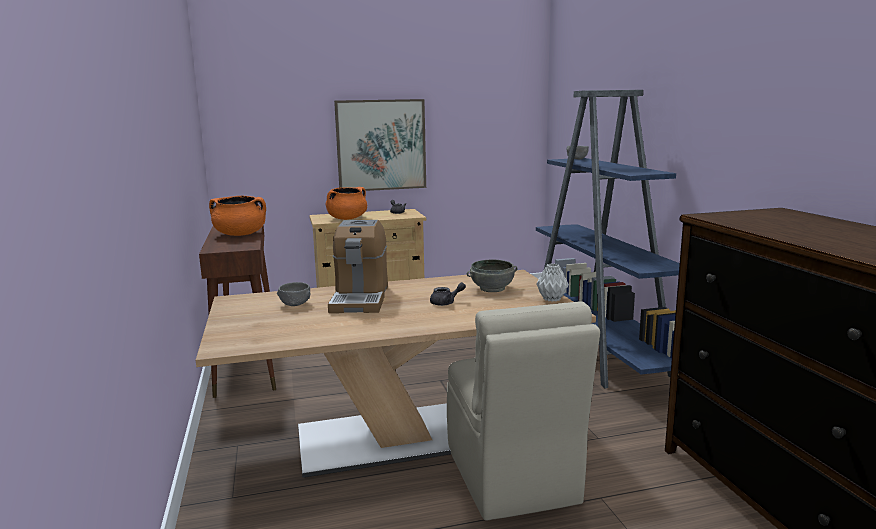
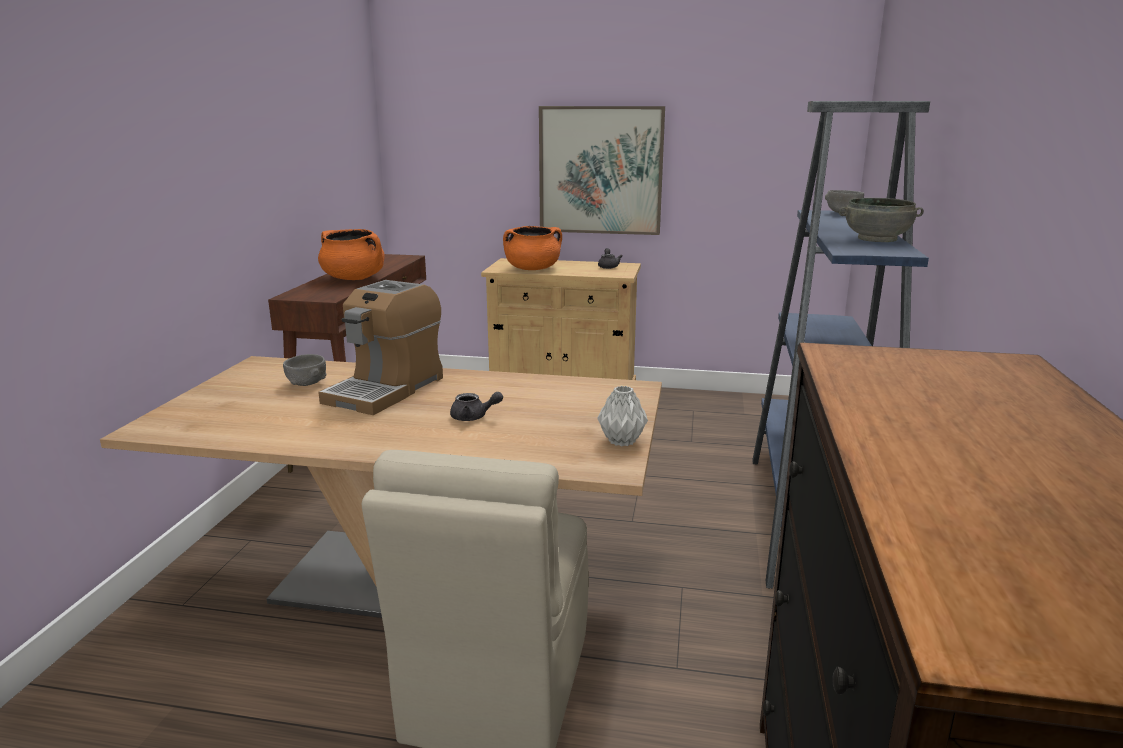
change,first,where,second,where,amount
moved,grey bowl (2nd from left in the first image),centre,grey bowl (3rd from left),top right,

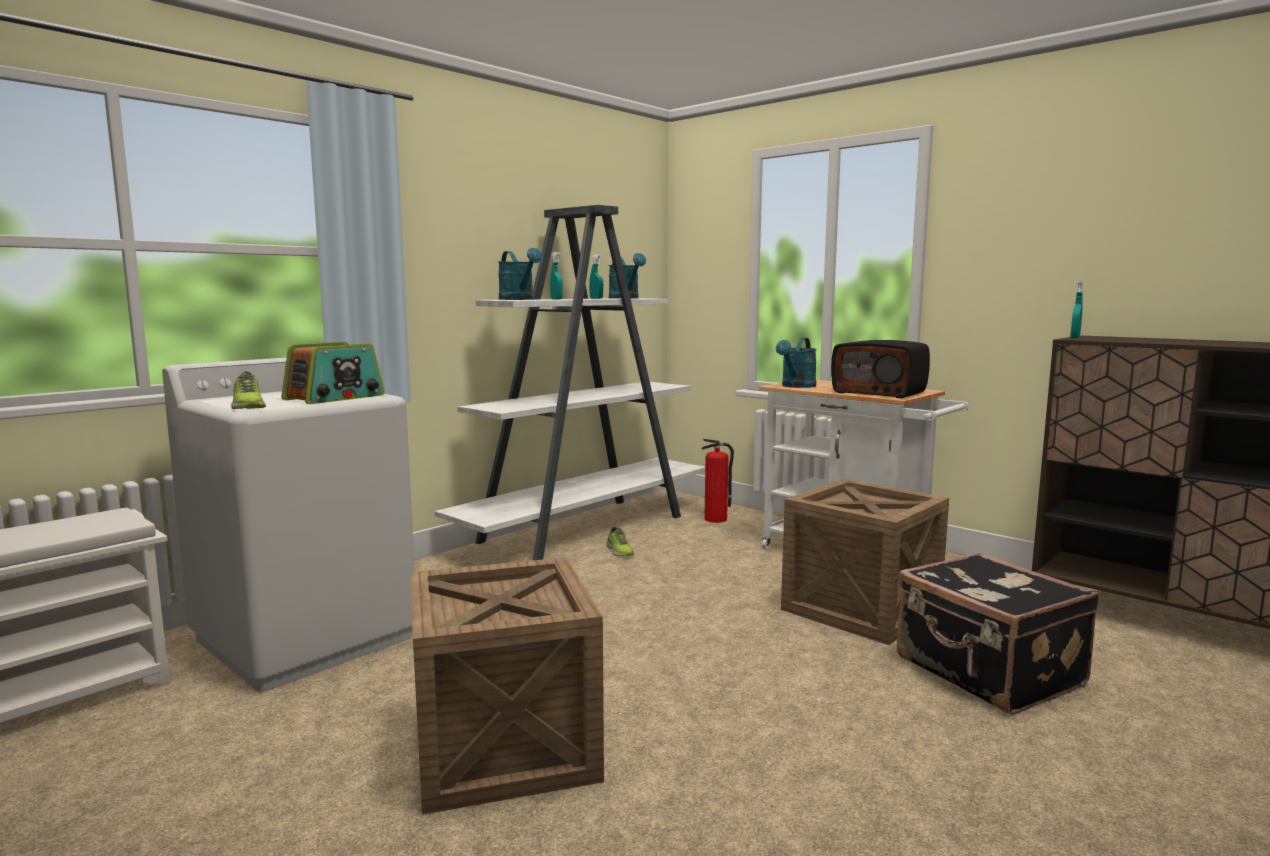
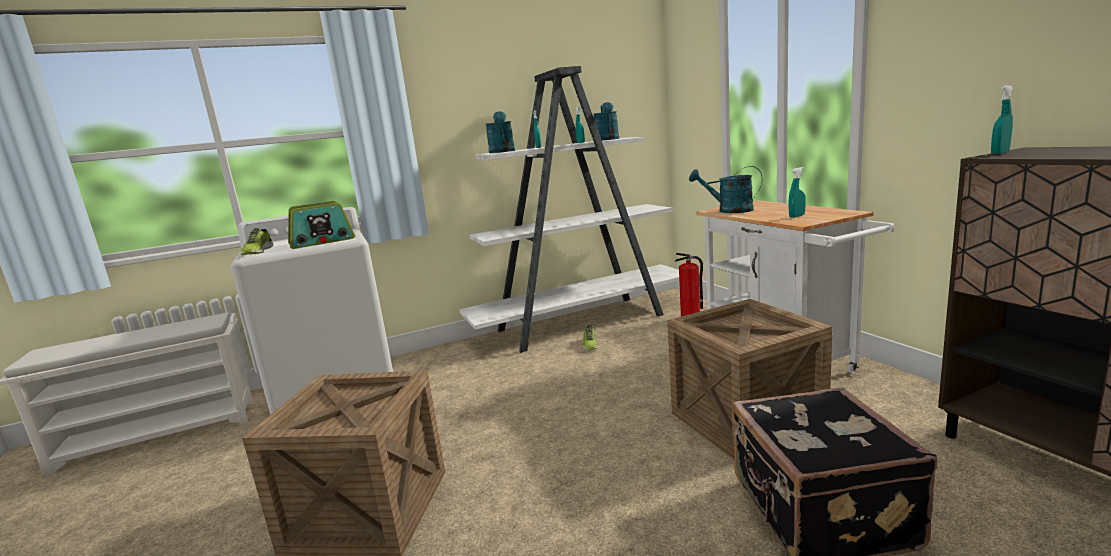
change,first,where,second,where,amount
turned,turquoise watering can (3rd from left),centre,,centre,60 degrees clockwise
replaced,radio (2nd from left),middle right,turquoise spray bottle (3rd from left),middle right,

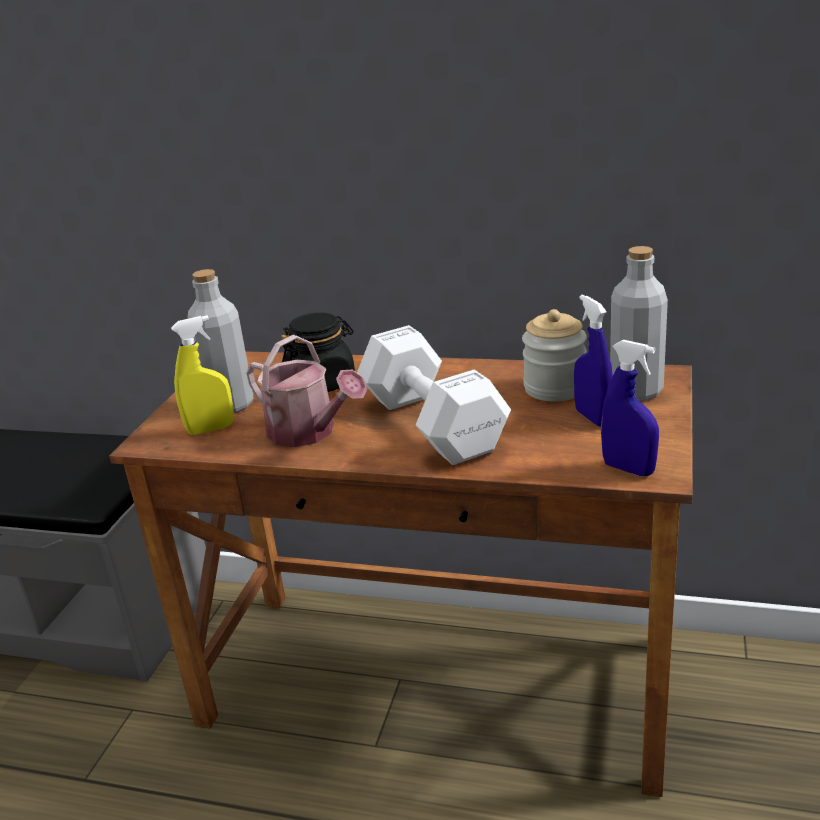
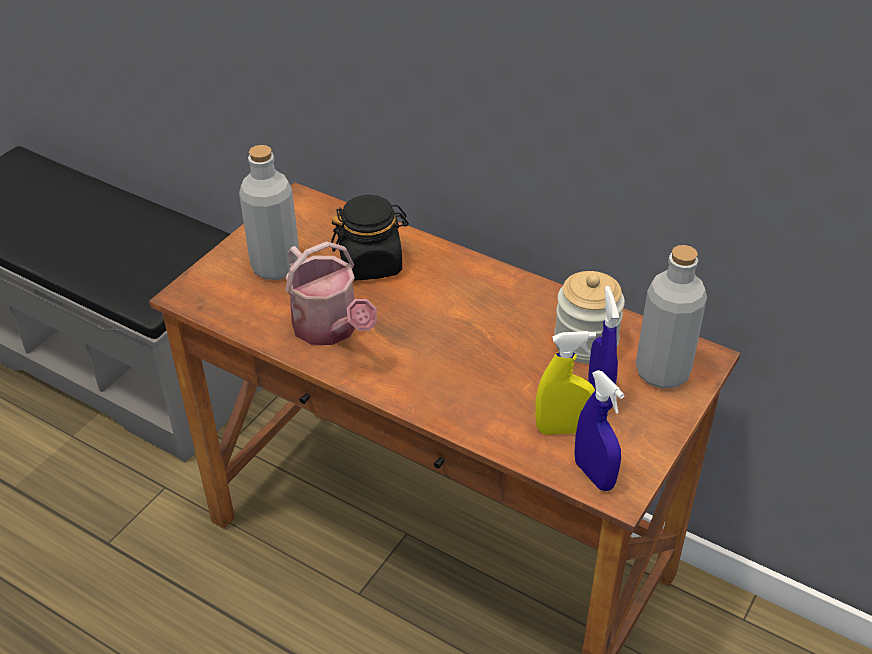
change,first,where,second,where,amount
moved,yellow spray bottle,middle left,,centre,
removed,white dumbbell,centre,,,

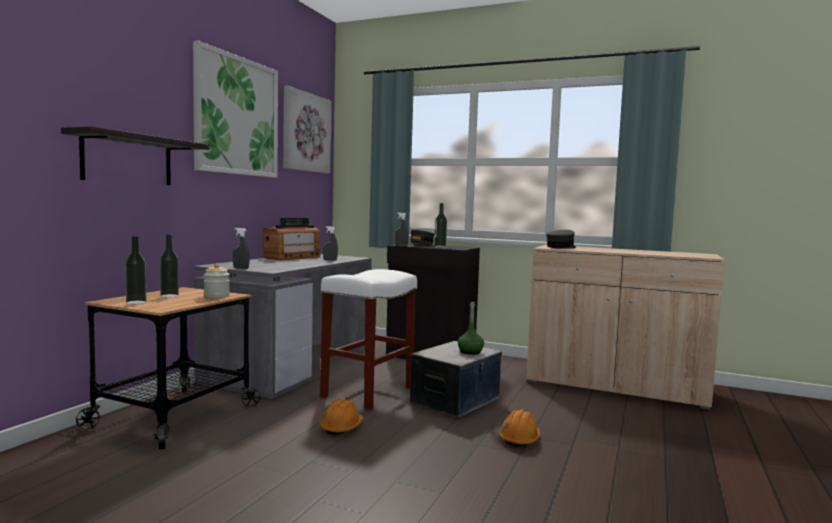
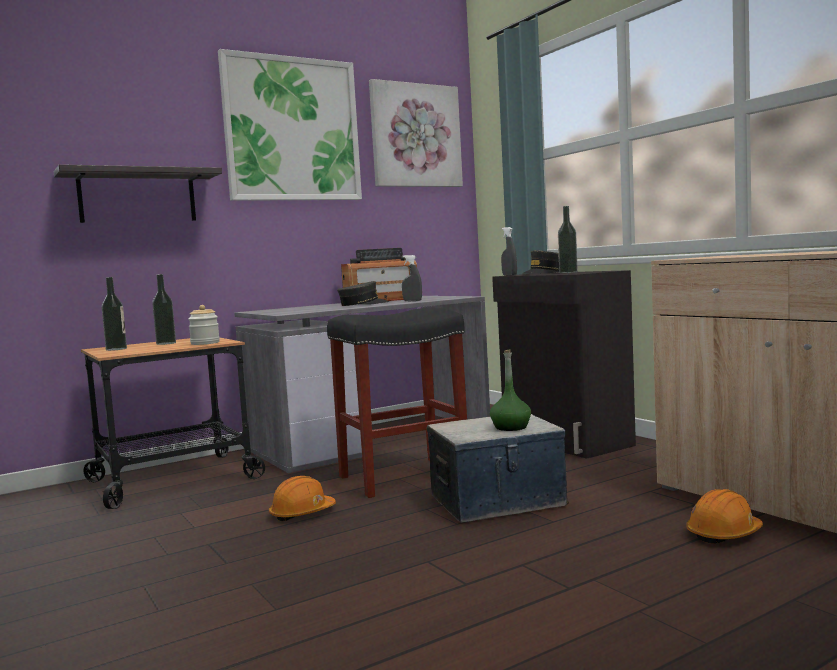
change,first,where,second,where,amount
removed,grey spray bottle (1st from left),middle left,,,
moved,grey cap (2nd from left in the first image),middle right,grey cap (1st from left),centre,
recoloured,white stool,centre,black stool,centre,
moved,orange hard hat (2nd from left),bottom centre,,bottom right,

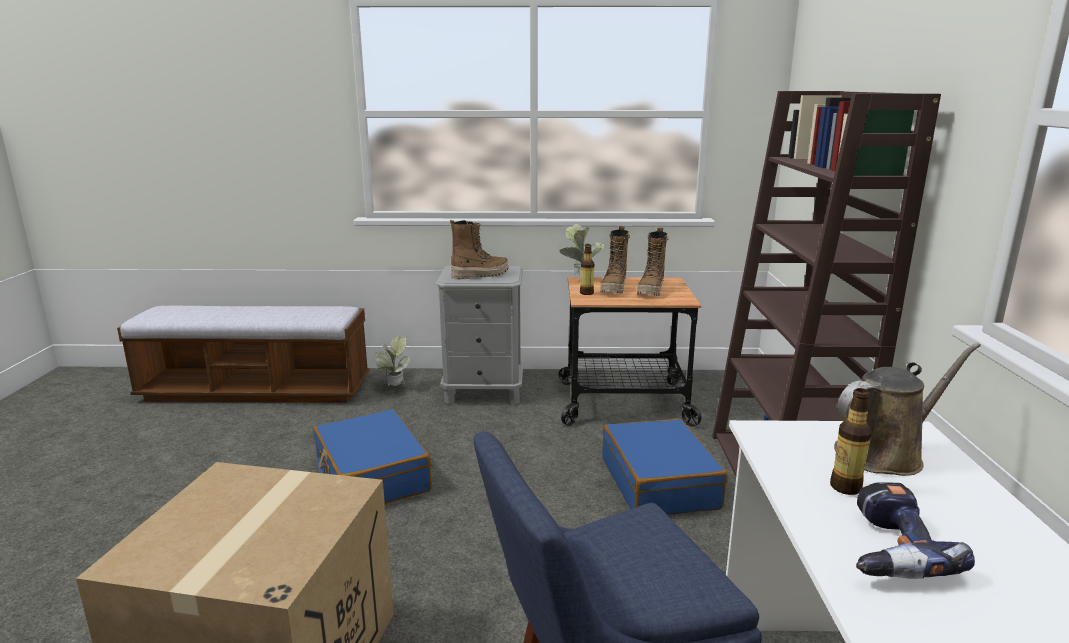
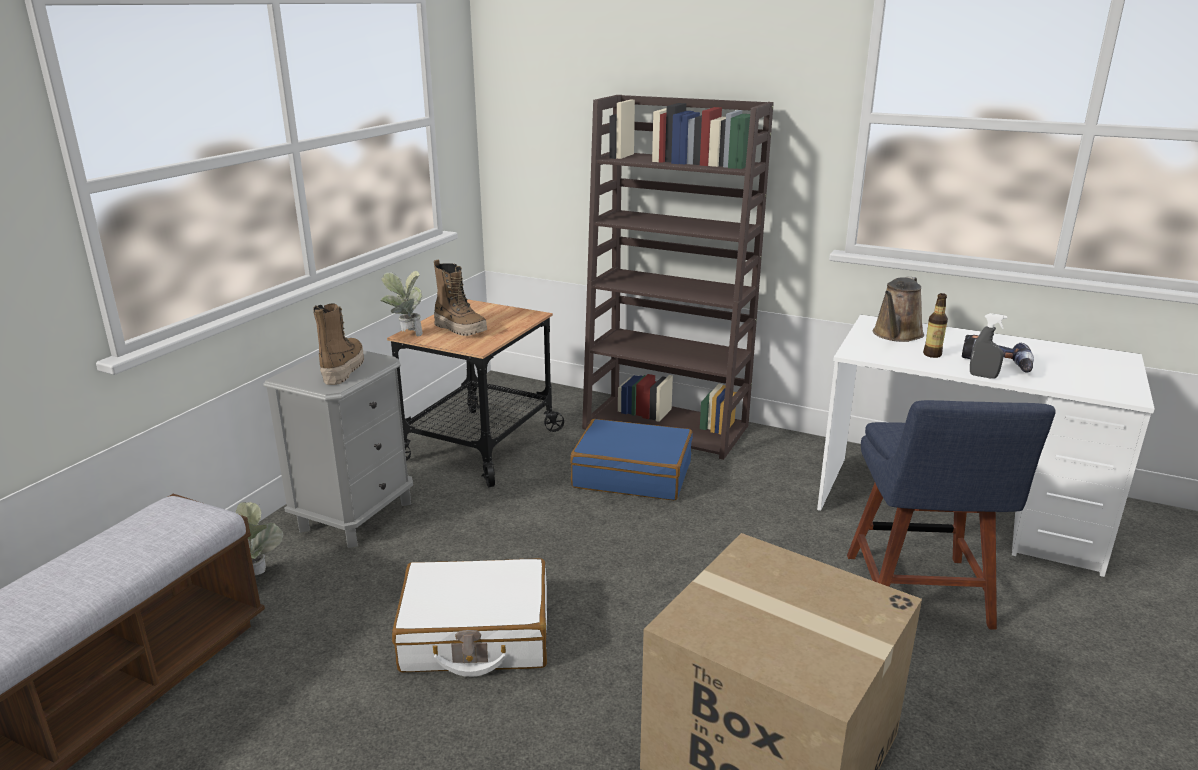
change,first,where,second,where,amount
removed,boot (3rd from left),centre,,,
removed,bottle (1st from left),centre,,,
turned,brown watering can,middle right,,middle right,150 degrees counterclockwise
recoloured,blue suitcase (1st from left),bottom centre,white suitcase,bottom centre,
added,,,grey spray bottle,middle right,

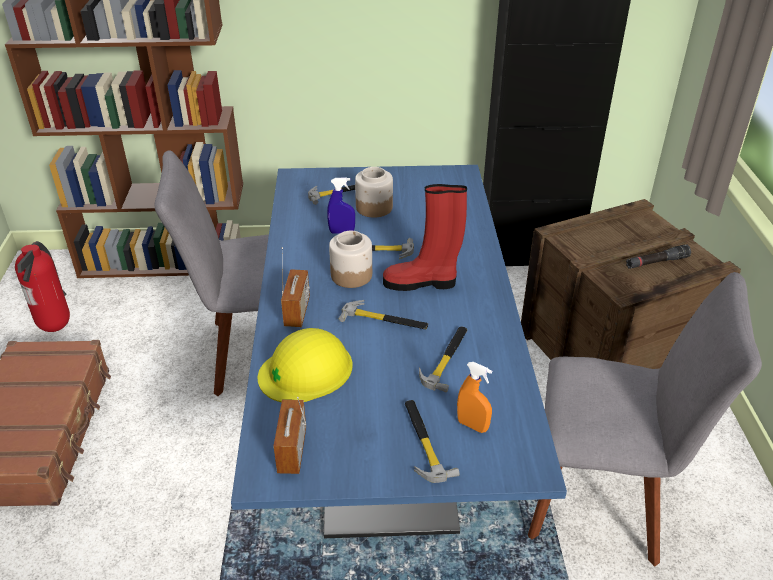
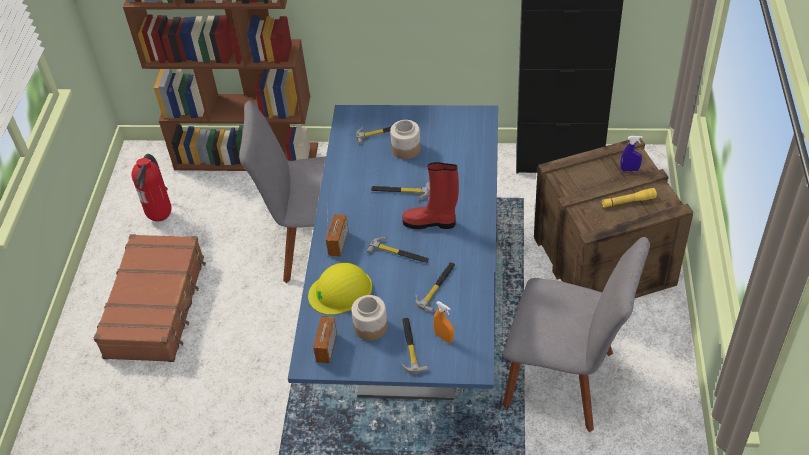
change,first,where,second,where,amount
moved,blue spray bottle,centre,,middle right,
moved,jar (1st from left),centre,,bottom centre,
recoloured,black flashlight,middle right,yellow flashlight,middle right,

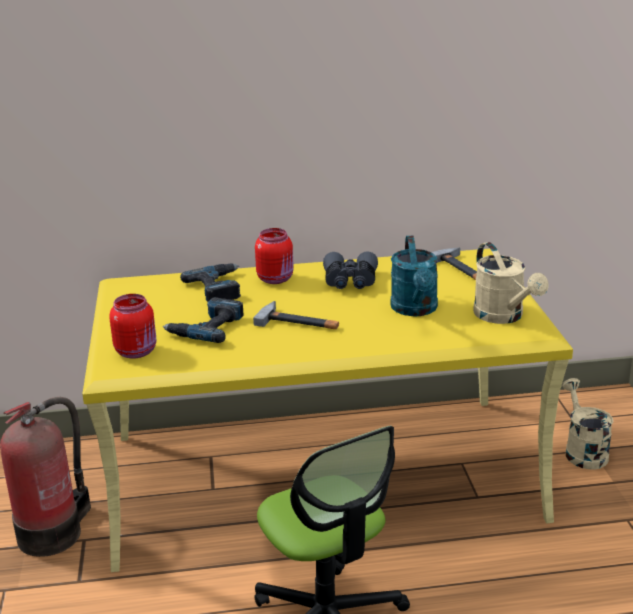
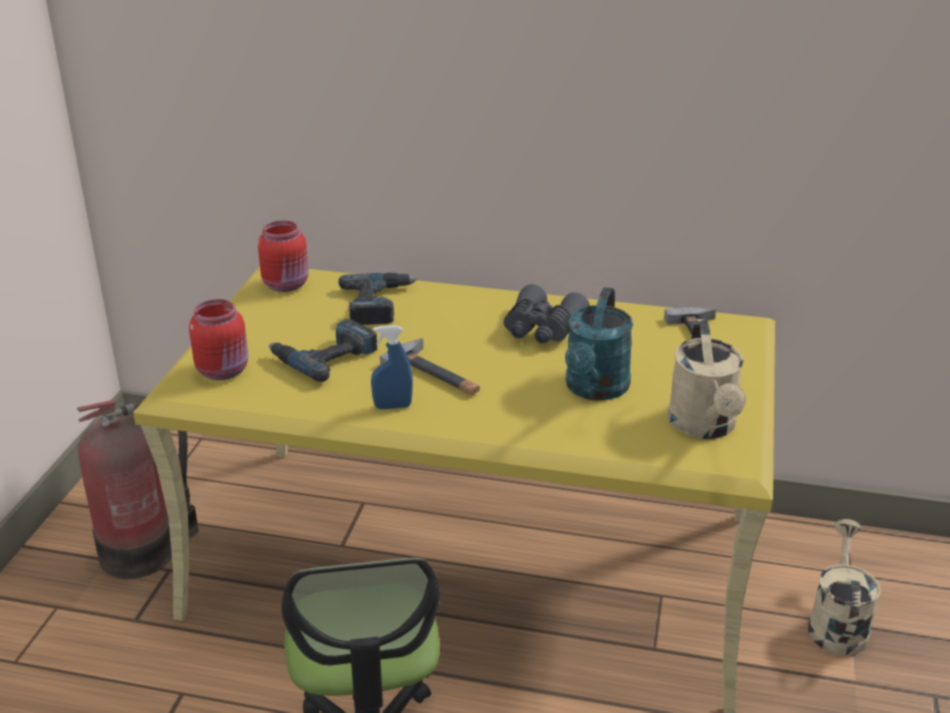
change,first,where,second,where,amount
moved,red jar (2nd from left),centre,,middle left,
added,,,blue spray bottle,centre,

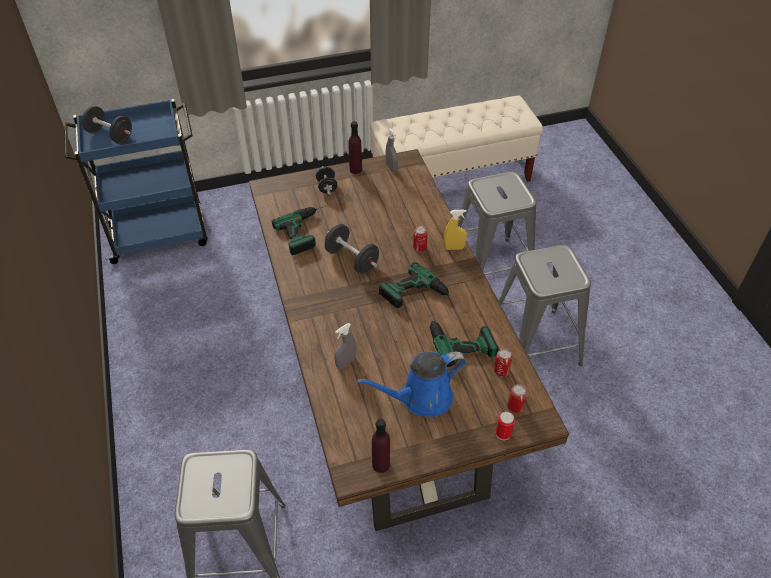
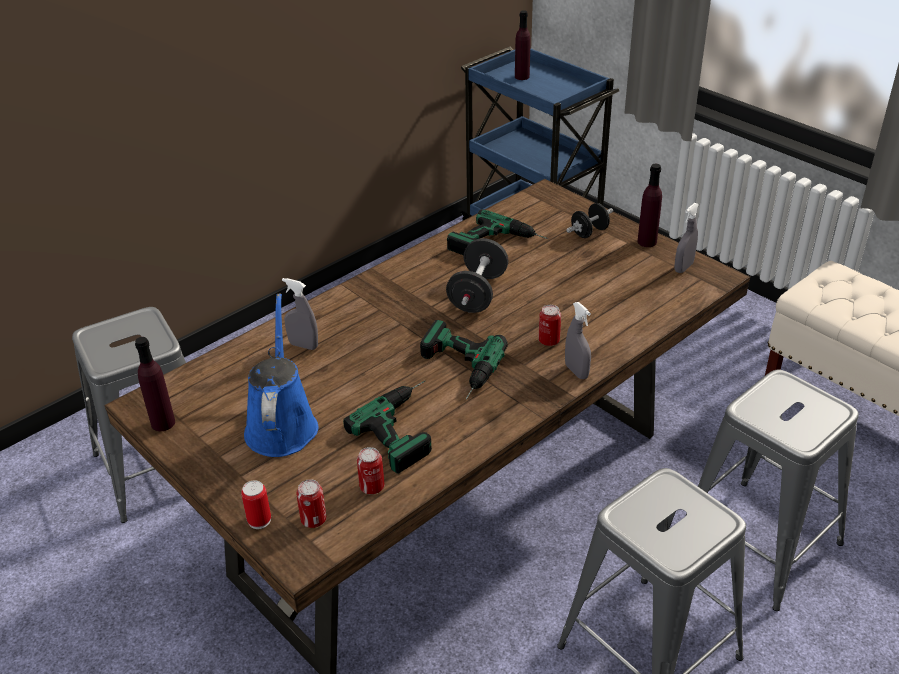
change,first,where,second,where,amount
replaced,black dumbbell (1st from left),top left,purple bottle (2nd from left),top centre,
recoloured,yellow spray bottle,centre,grey spray bottle (2nd from left),centre,
turned,blue watering can,centre,,middle left,45 degrees clockwise

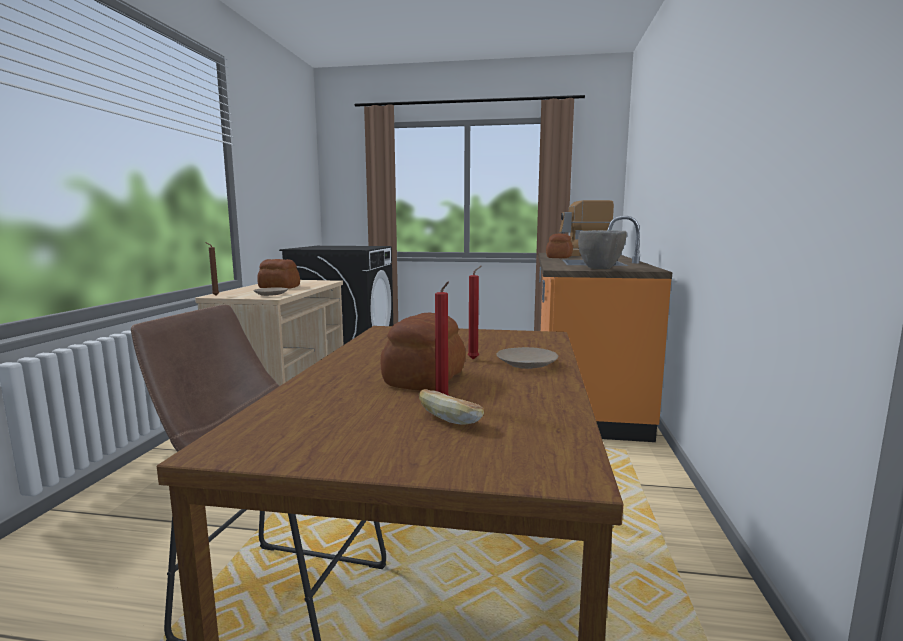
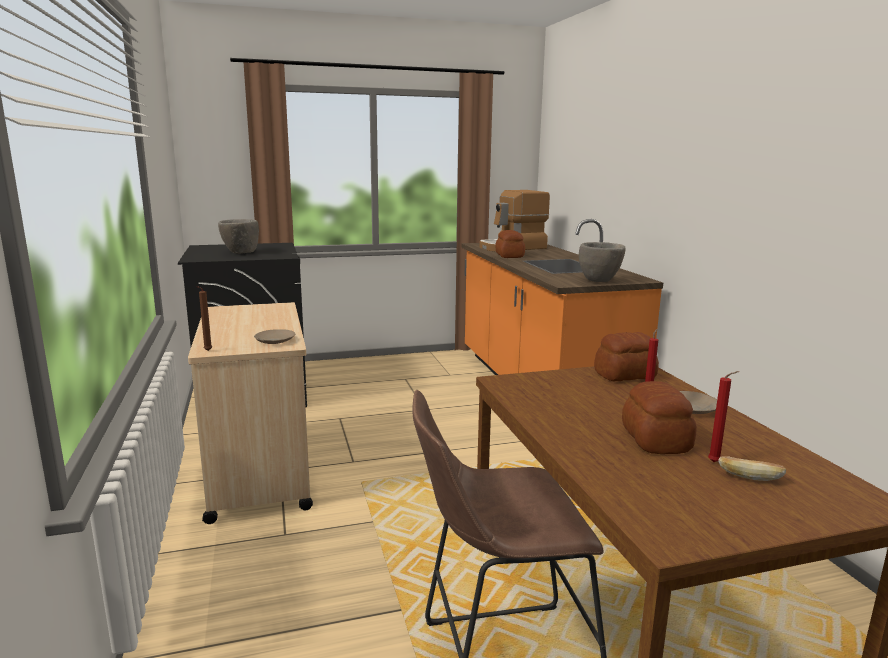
change,first,where,second,where,amount
moved,bread (1st from left in the first image),middle left,bread (2nd from left),middle right,
added,,,grey bowl (1st from left),middle left,

